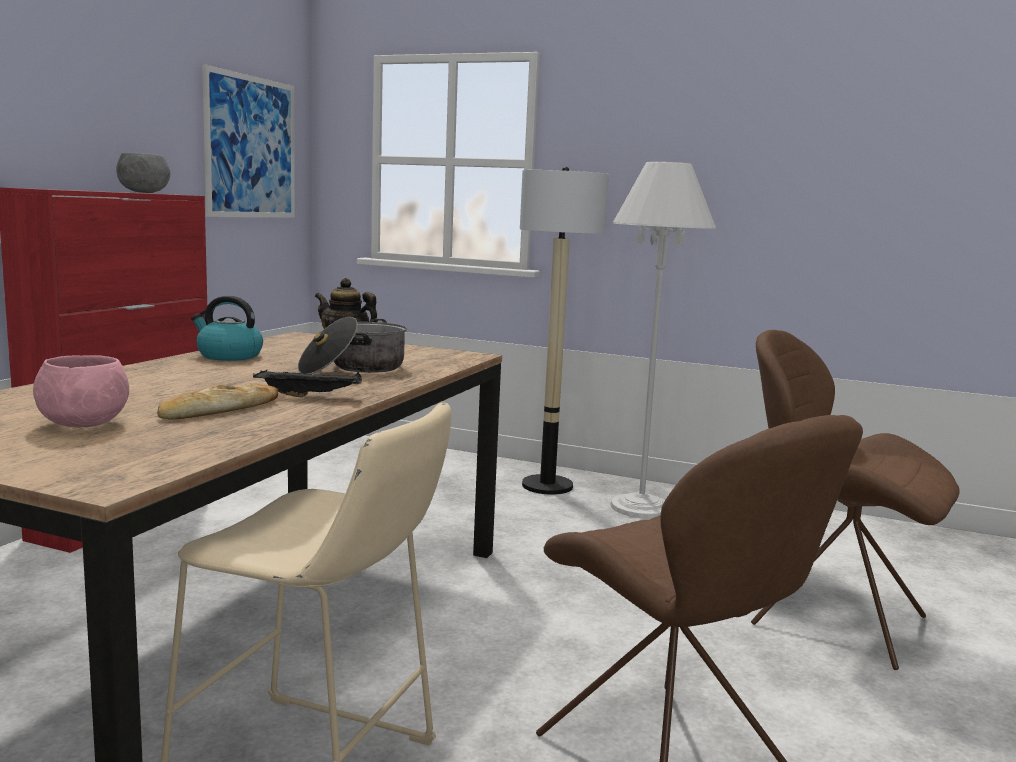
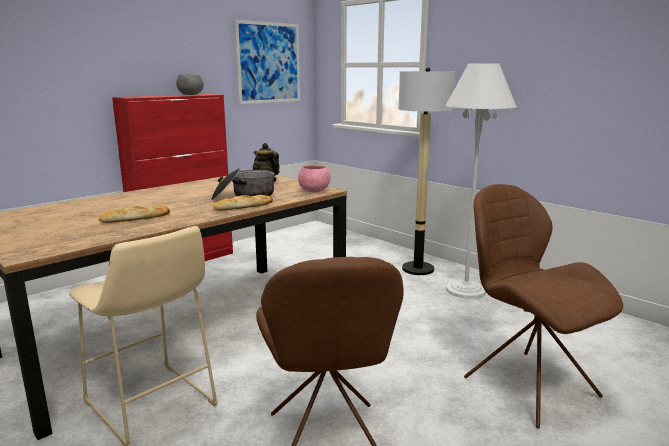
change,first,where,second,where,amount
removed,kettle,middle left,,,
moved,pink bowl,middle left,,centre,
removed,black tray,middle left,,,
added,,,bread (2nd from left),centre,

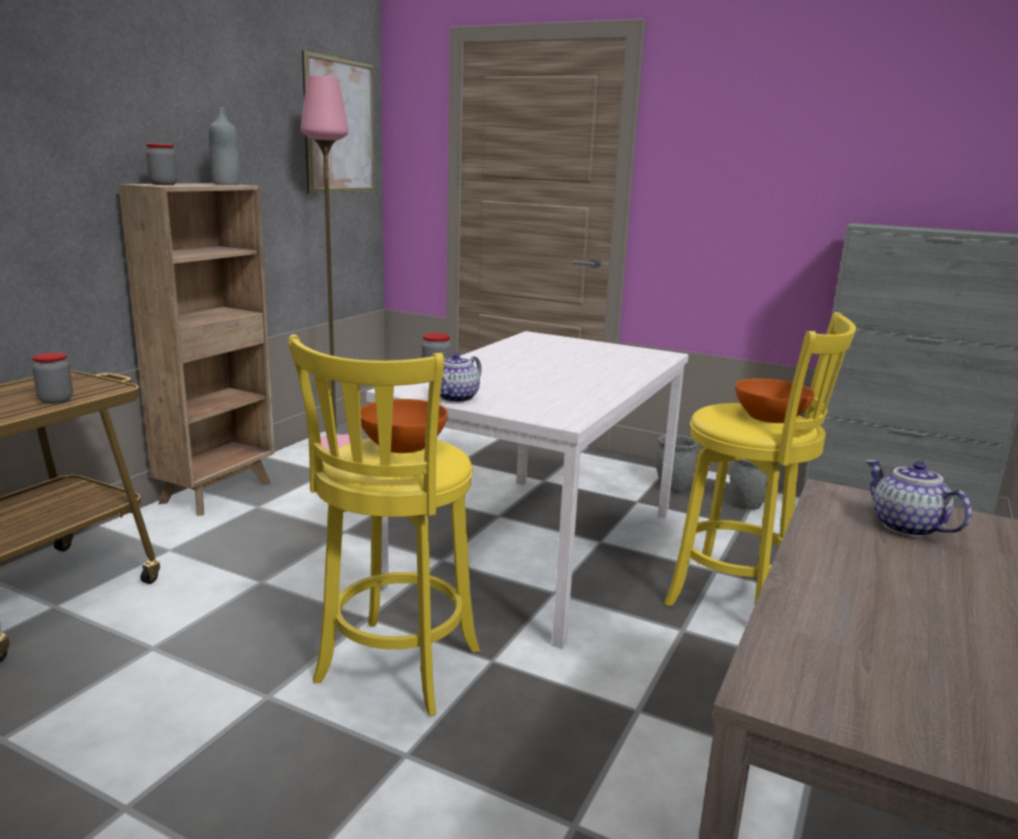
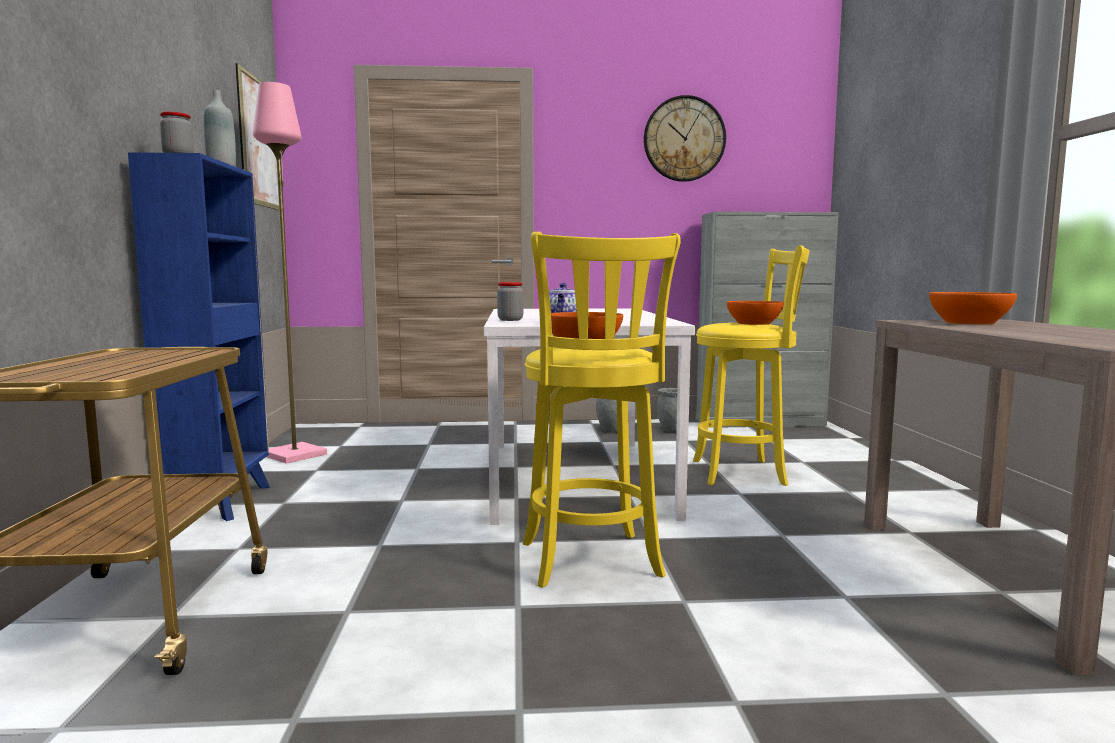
change,first,where,second,where,amount
recoloured,brown bookcase,middle left,blue bookcase,middle left,
removed,jar (1st from left),middle left,,,
replaced,teapot (2nd from left),middle right,orange bowl (3rd from left),middle right,
added,,,wall clock,top centre,

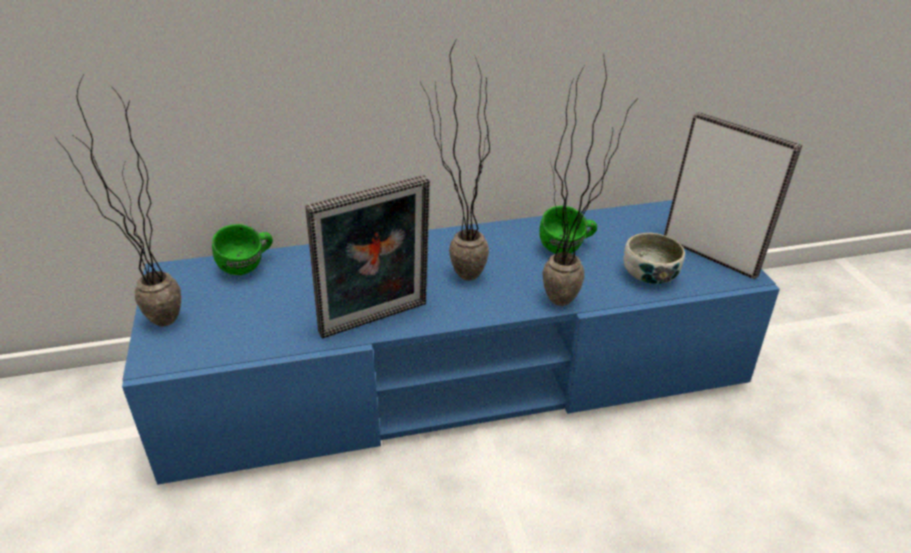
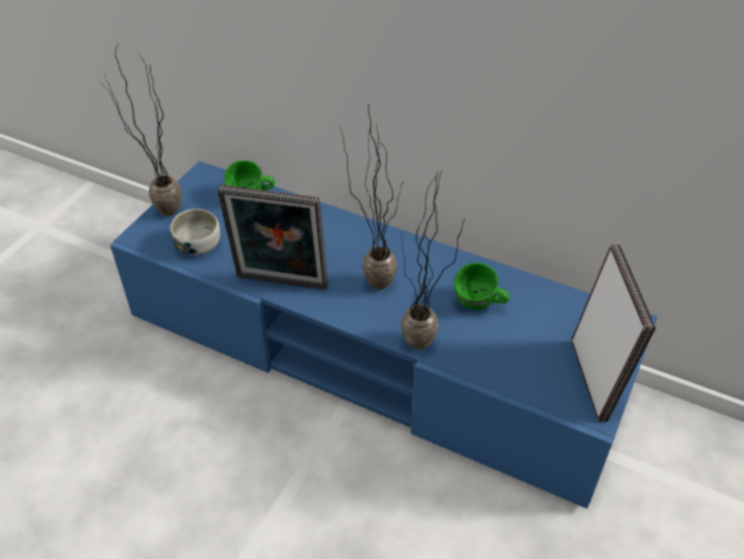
change,first,where,second,where,amount
moved,bowl,middle right,,middle left,

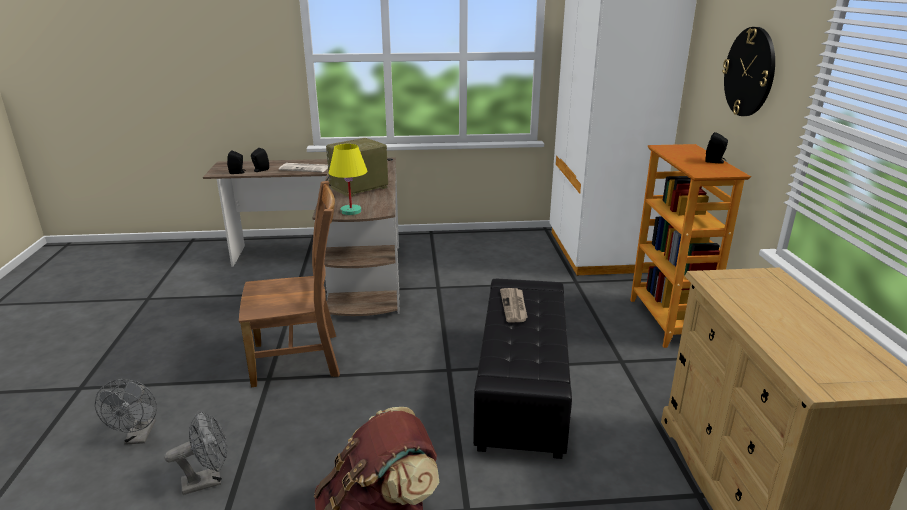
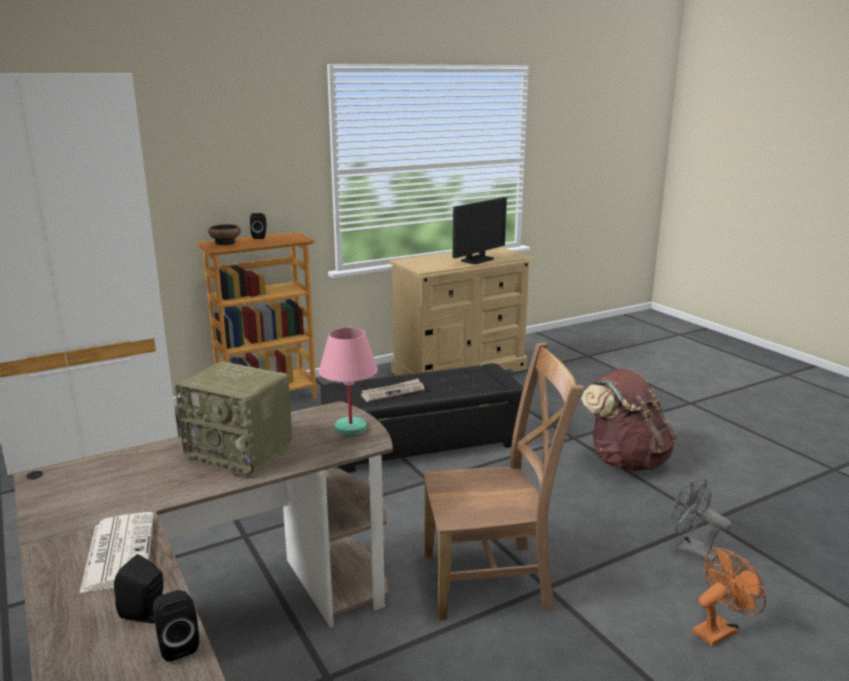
change,first,where,second,where,amount
removed,wall clock,top right,,,
recoloured,yellow table lamp,centre,pink table lamp,centre,
turned,brown chair,middle left,,bottom centre,120 degrees clockwise
recoloured,grey fan (1st from left),bottom left,orange fan,bottom right,
added,,,monitor,centre,
added,,,bowl,middle left,

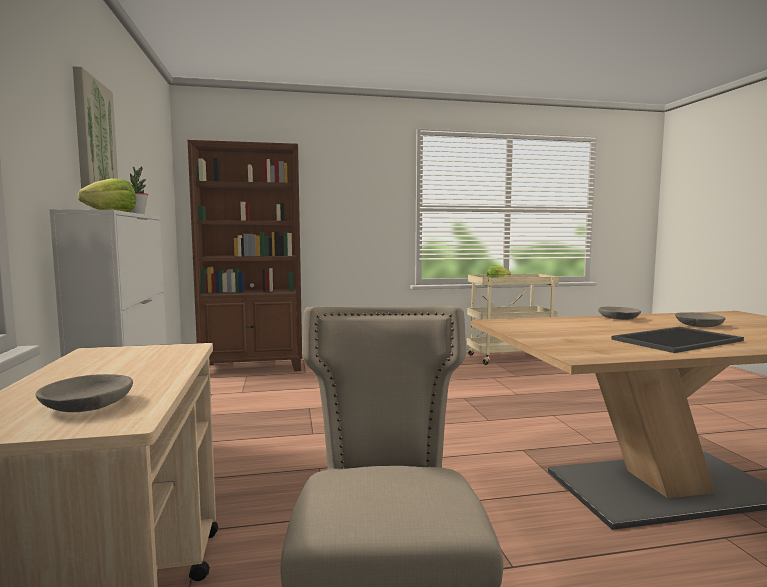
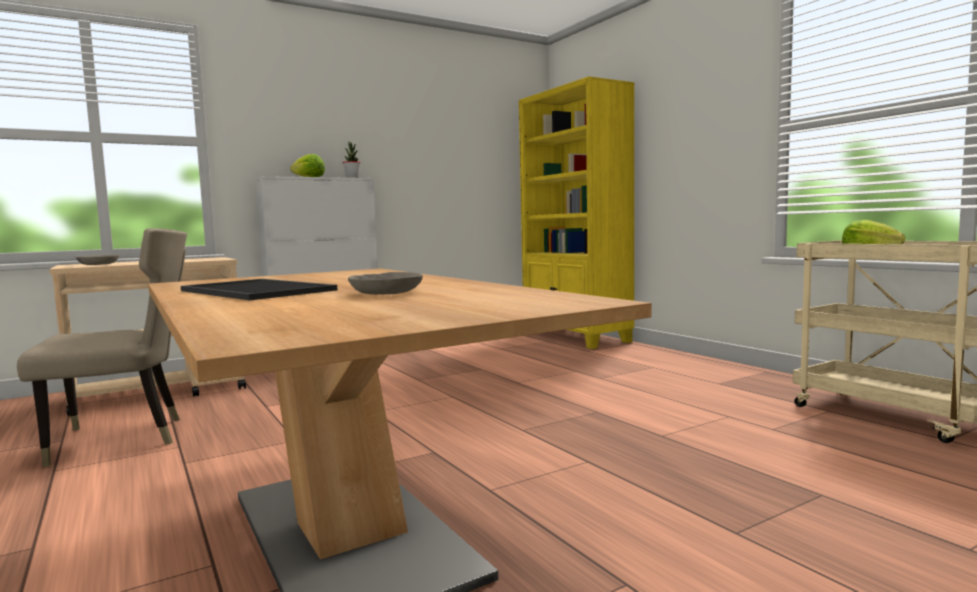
change,first,where,second,where,amount
removed,picture,top left,,,
recoloured,brown bookcase,middle left,yellow bookcase,centre,
removed,grey bowl (2nd from left),middle right,,,

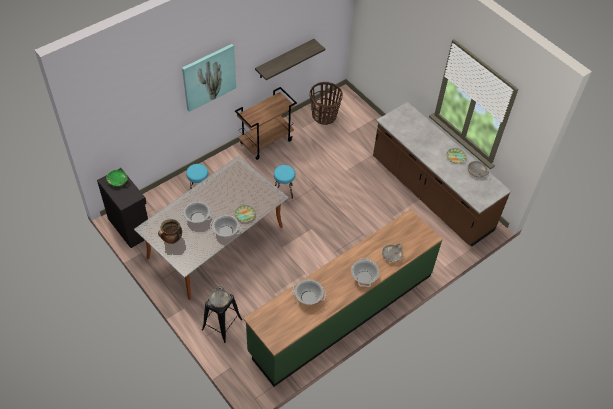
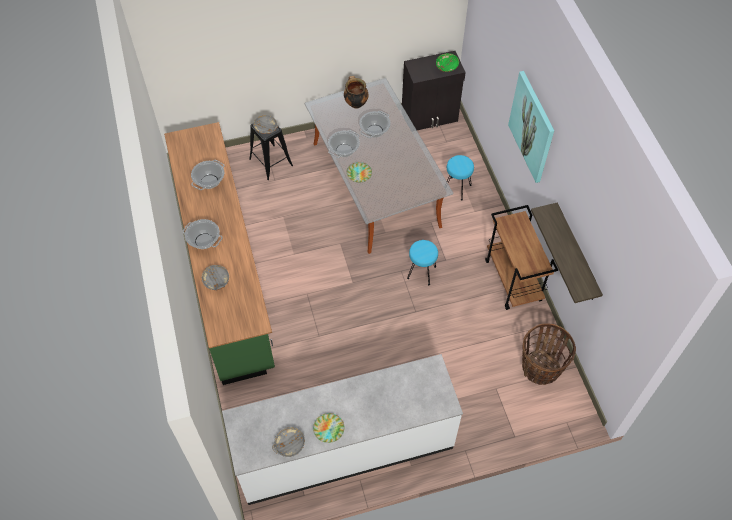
change,first,where,second,where,amount
recoloured,brown counter,middle right,white counter,bottom centre,

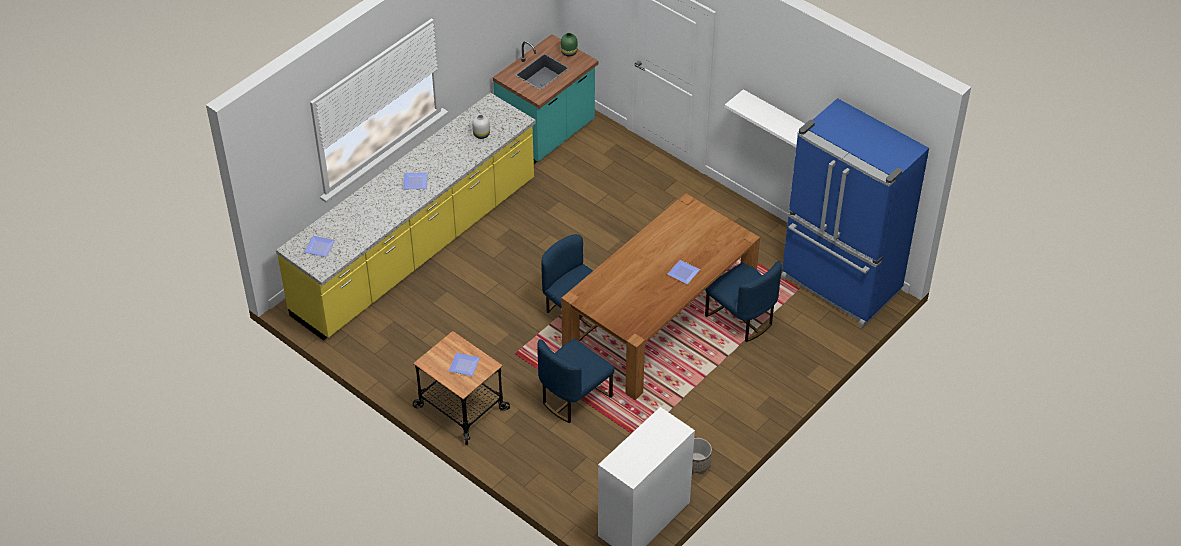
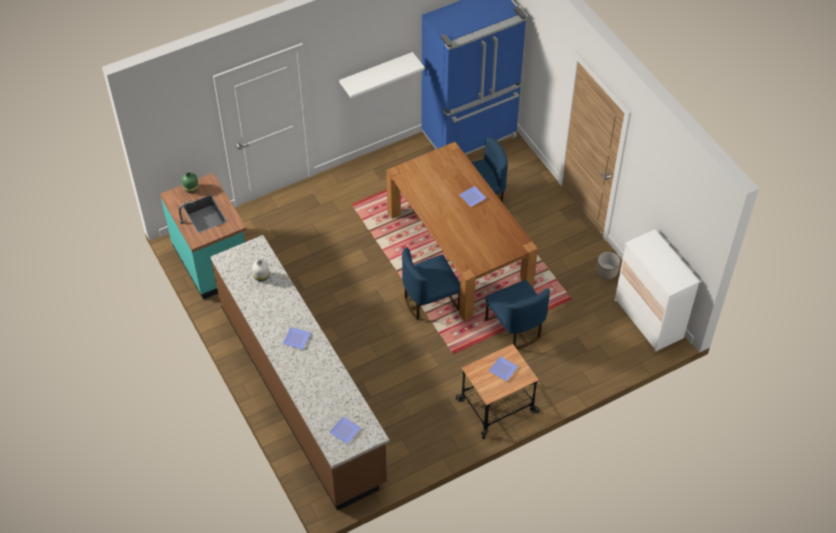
change,first,where,second,where,amount
recoloured,yellow counter,centre,brown counter,bottom centre,

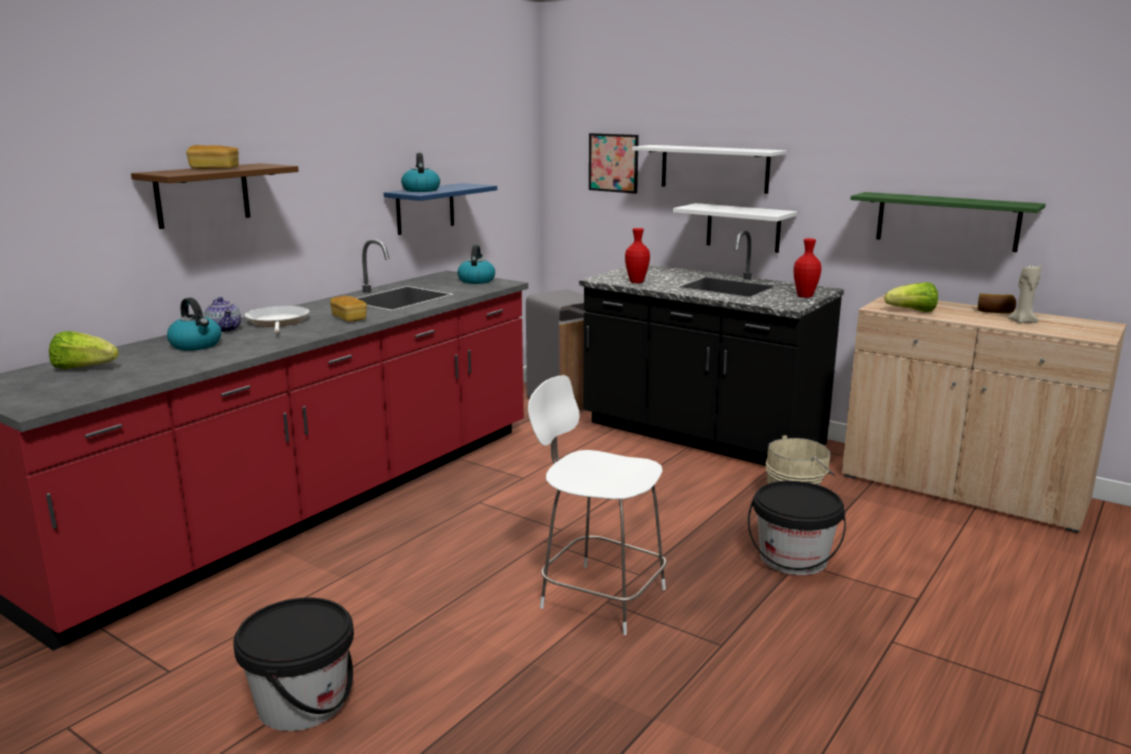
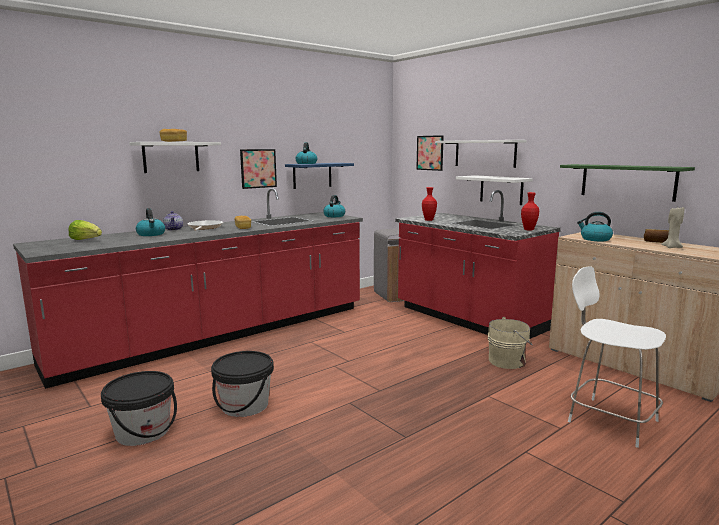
change,first,where,second,where,amount
recoloured,brown shelf,top left,white shelf (1st from left),top left,
recoloured,black counter,centre,red counter (2nd from left),centre,
replaced,lettuce (2nd from left),middle right,kettle (4th from left),middle right,
moved,white chair,bottom centre,,bottom right,
moved,black bucket (2nd from left),bottom right,,bottom centre,
added,,,picture (1st from left),top centre,

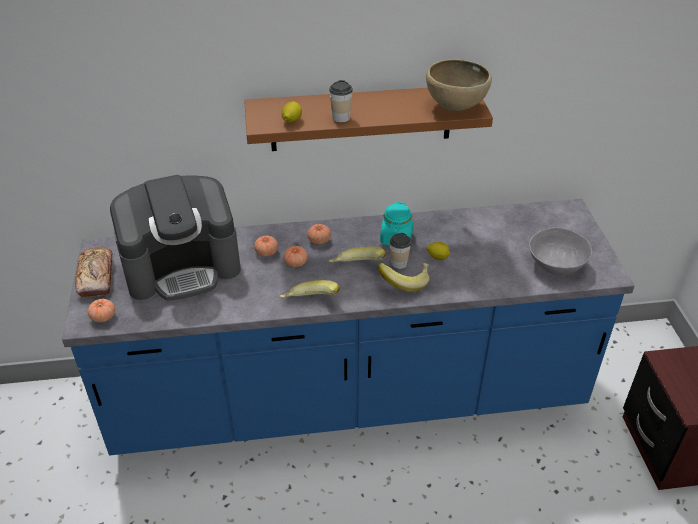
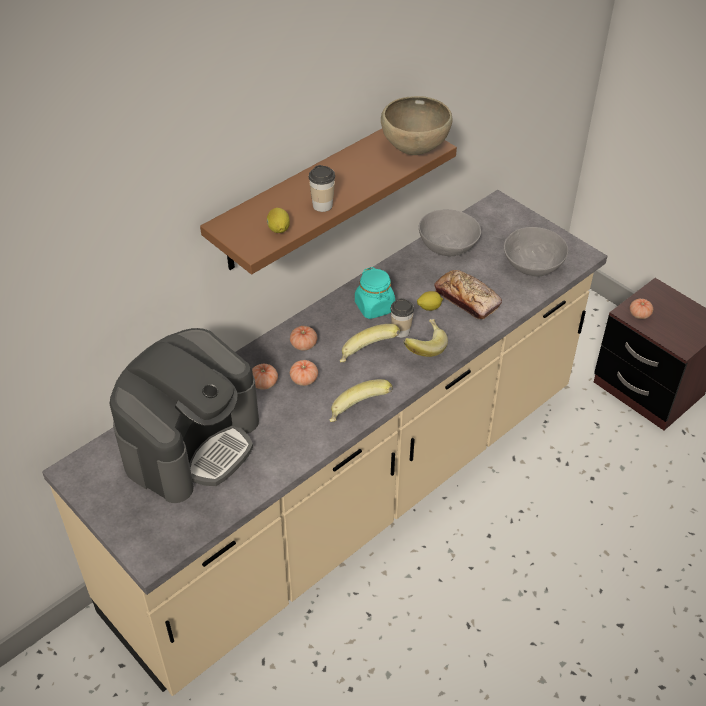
change,first,where,second,where,amount
recoloured,blue counter,centre,beige counter,centre,
moved,bread,middle left,,centre,
moved,tomato (1st from left in the first image),middle left,tomato (4th from left),middle right,
added,,,grey bowl (1st from left),top centre,

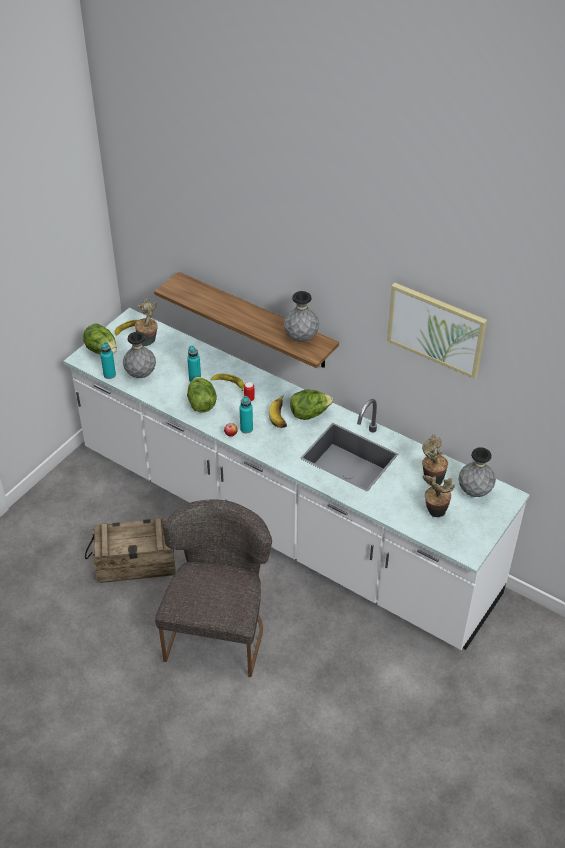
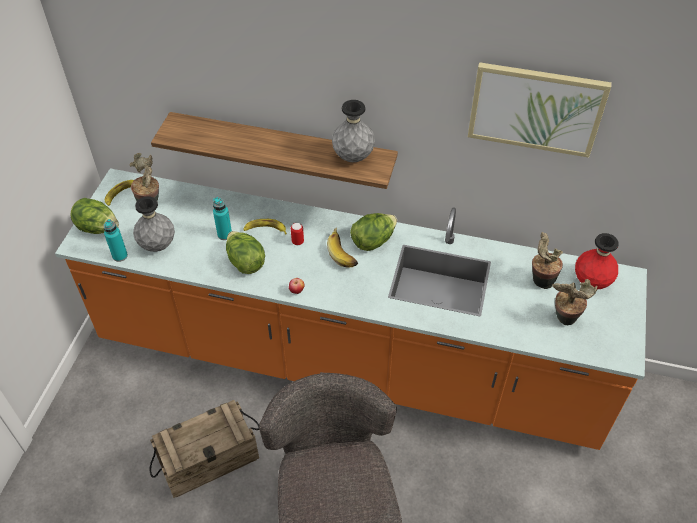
change,first,where,second,where,amount
recoloured,white counter,centre,orange counter,centre,
removed,turquoise bottle (3rd from left),centre,,,
recoloured,grey vase (3rd from left),middle right,red vase,middle right,

